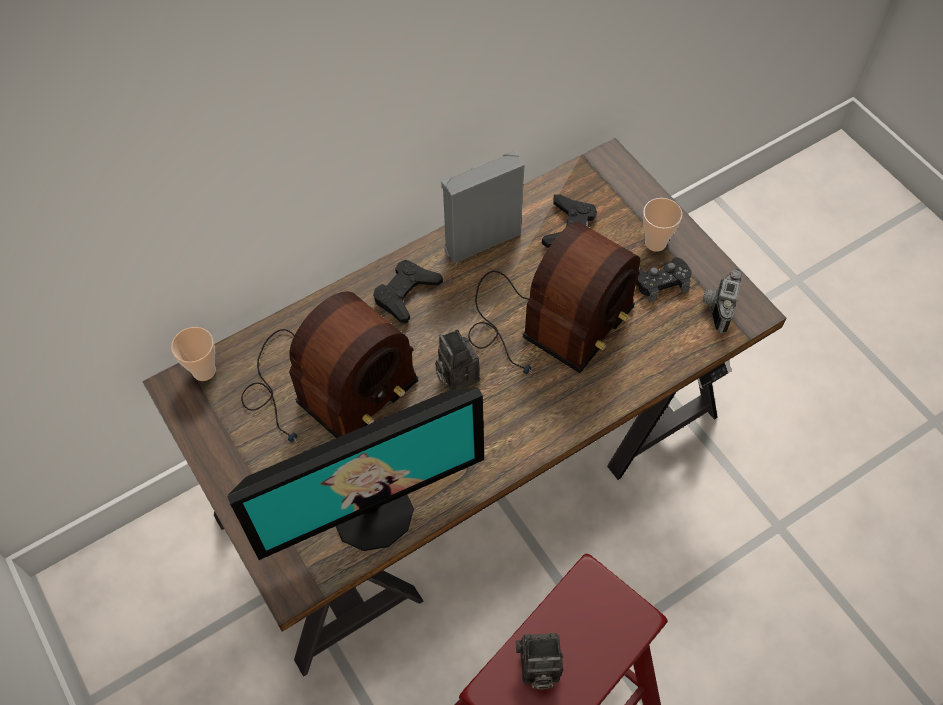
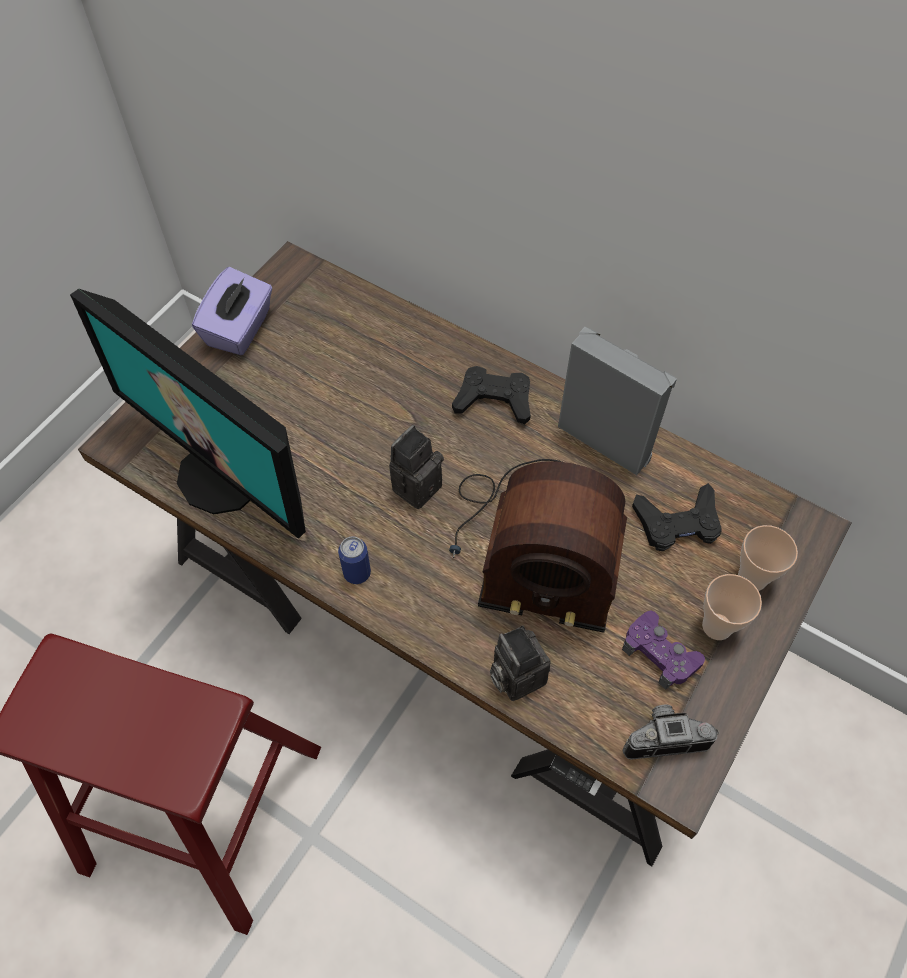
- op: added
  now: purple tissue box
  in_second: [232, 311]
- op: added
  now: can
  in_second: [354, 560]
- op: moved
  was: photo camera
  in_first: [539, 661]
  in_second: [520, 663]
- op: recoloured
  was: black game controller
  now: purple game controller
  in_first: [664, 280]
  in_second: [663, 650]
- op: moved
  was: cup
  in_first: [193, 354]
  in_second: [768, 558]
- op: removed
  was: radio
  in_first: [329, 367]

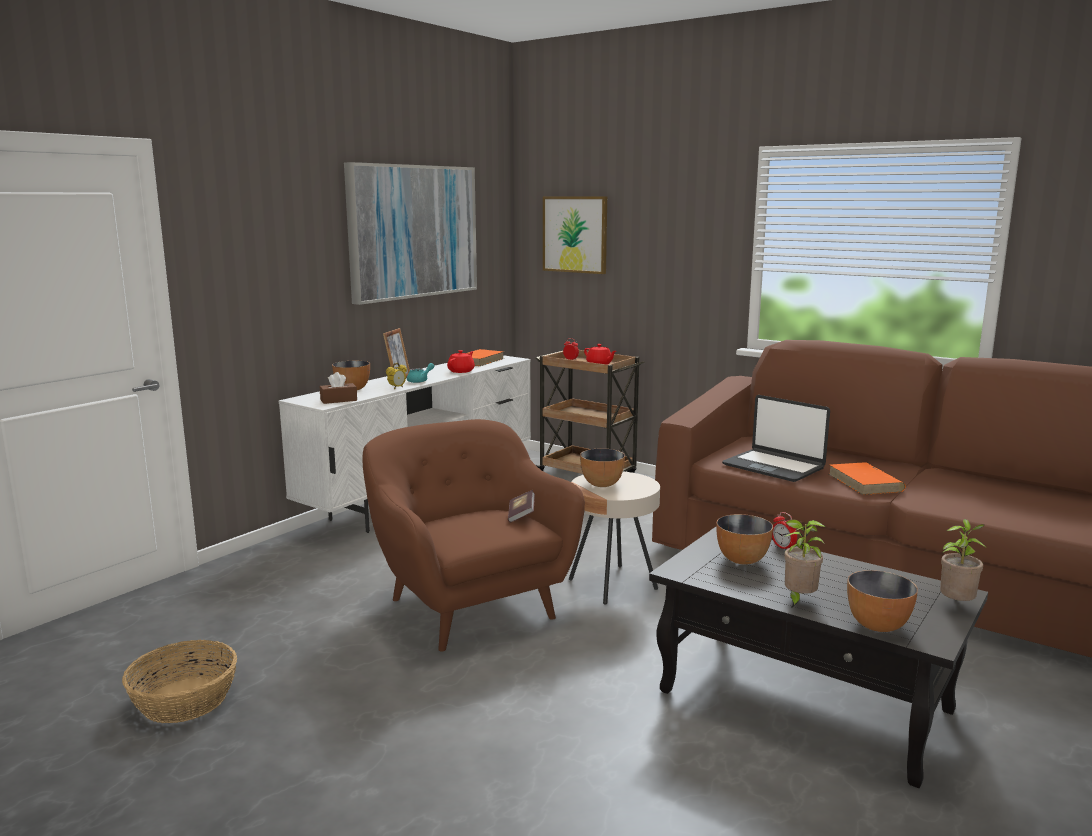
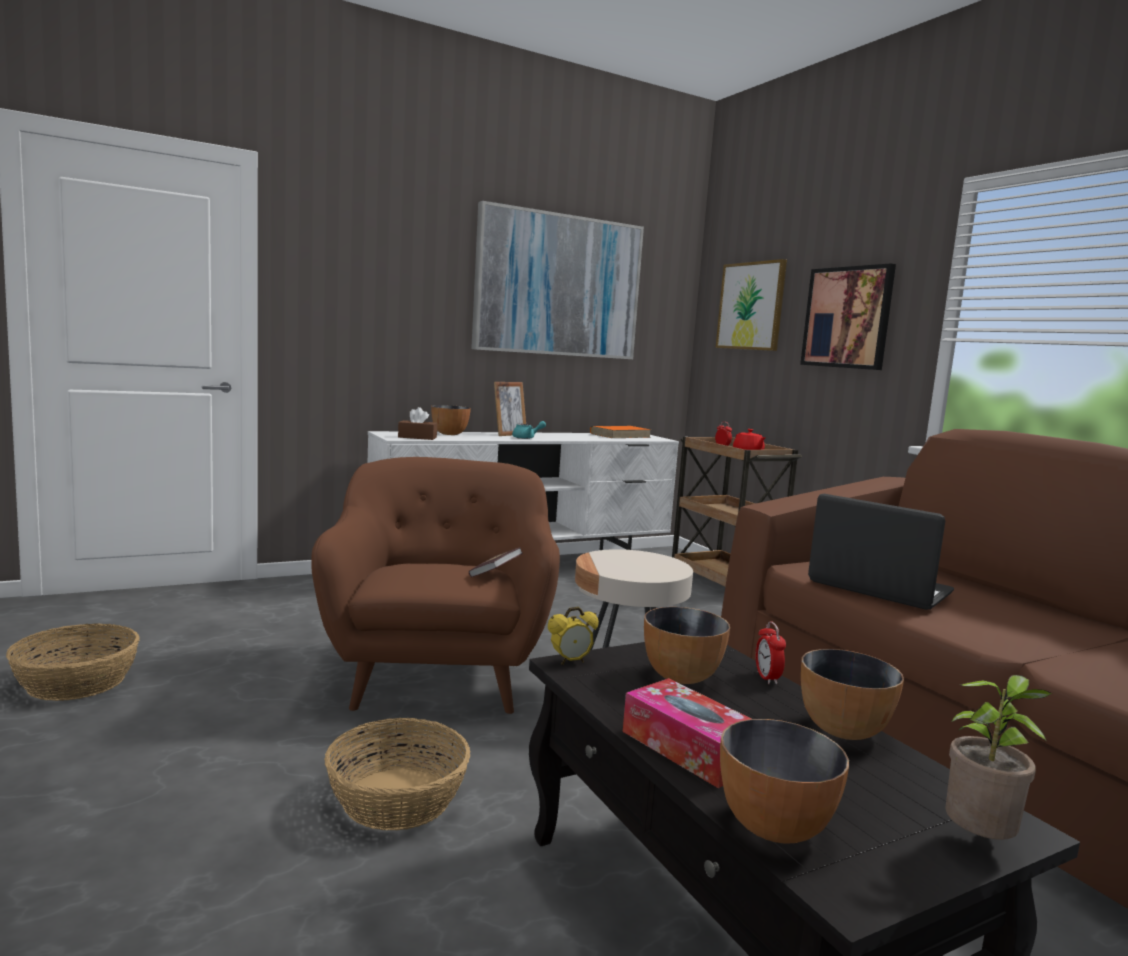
- op: added
  now: basket
  in_second: [397, 774]
- op: moved
  was: alarm clock
  in_first: [396, 376]
  in_second: [573, 636]
- op: replaced
  was: potted plant
  now: tissue box
  in_first: [804, 563]
  in_second: [687, 733]
- op: added
  now: picture
  in_second: [848, 316]
- op: moved
  was: bowl
  in_first: [602, 467]
  in_second: [852, 694]
- op: turned
  was: laptop
  in_first: [776, 438]
  in_second: [881, 552]
  clockwise: 150
- op: removed
  was: red teapot
  in_first: [461, 361]
- op: removed
  was: orange book
  in_first: [867, 478]

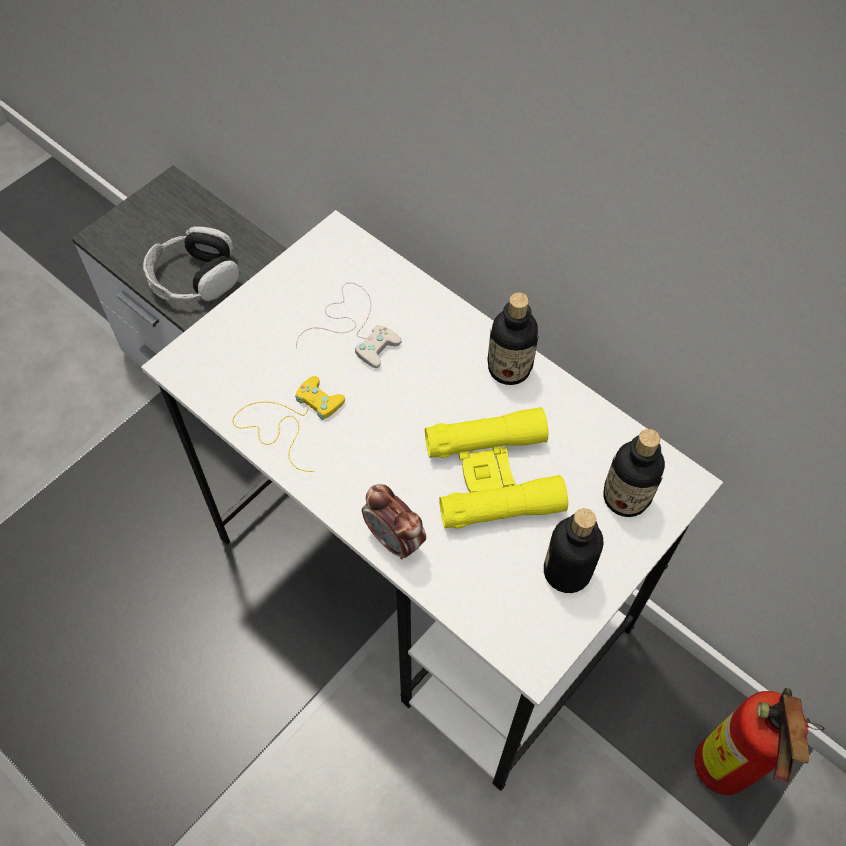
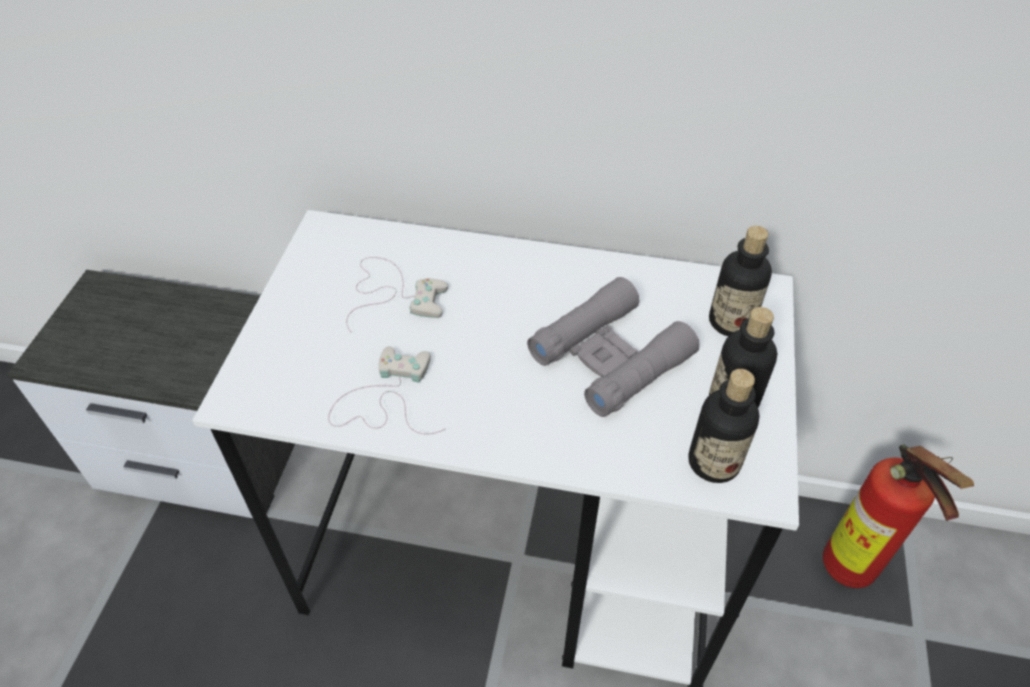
- op: recoloured
  was: yellow game controller
  now: white game controller
  in_first: [289, 424]
  in_second: [387, 391]
- op: recoloured
  was: yellow binoculars
  now: grey binoculars
  in_first: [496, 467]
  in_second: [613, 347]
- op: moved
  was: bottle
  in_first: [512, 339]
  in_second: [724, 426]
- op: removed
  was: headphones
  in_first: [191, 263]
- op: removed
  was: alarm clock
  in_first: [394, 521]

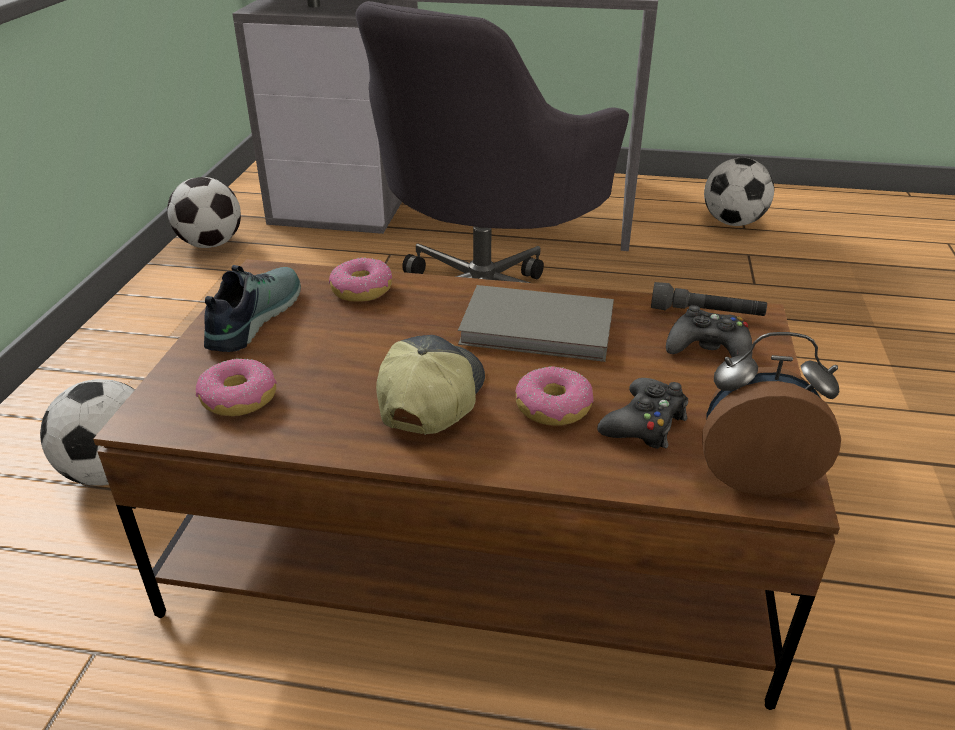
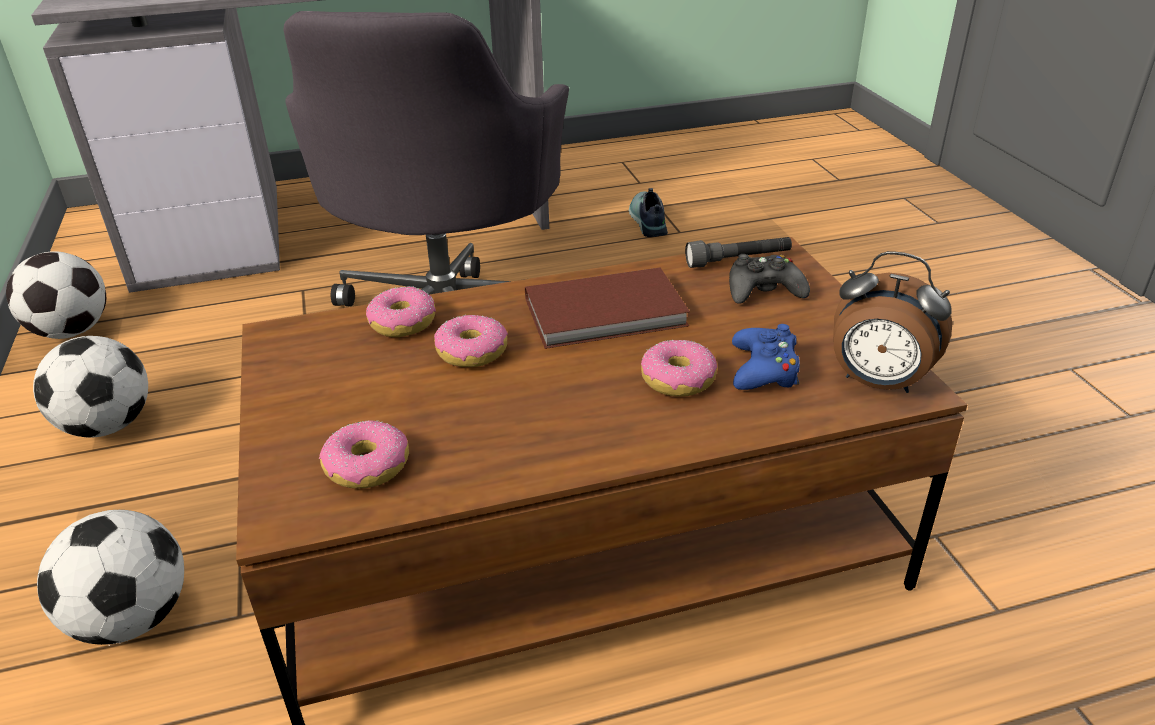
- op: moved
  was: football
  in_first: [739, 192]
  in_second: [90, 387]
- op: added
  now: donut
  in_second: [471, 341]
- op: recoloured
  was: grey book
  now: brown book
  in_first: [536, 323]
  in_second: [607, 308]
- op: moved
  was: shoe
  in_first: [252, 308]
  in_second: [648, 212]
- op: recoloured
  was: black game controller
  now: blue game controller
  in_first: [642, 413]
  in_second: [766, 357]
- op: turned
  was: alarm clock
  in_first: [771, 413]
  in_second: [892, 322]
  clockwise: -135
- op: removed
  was: cap
  in_first: [430, 385]

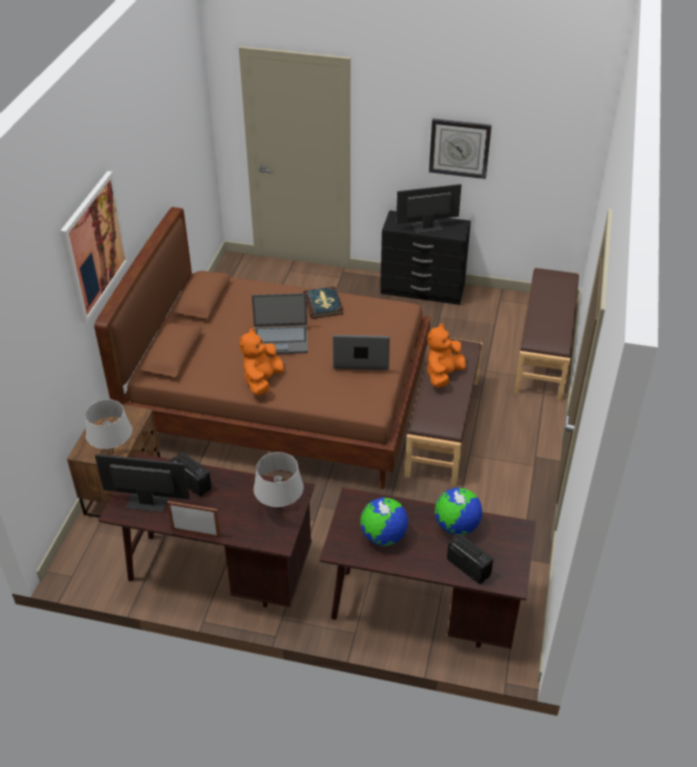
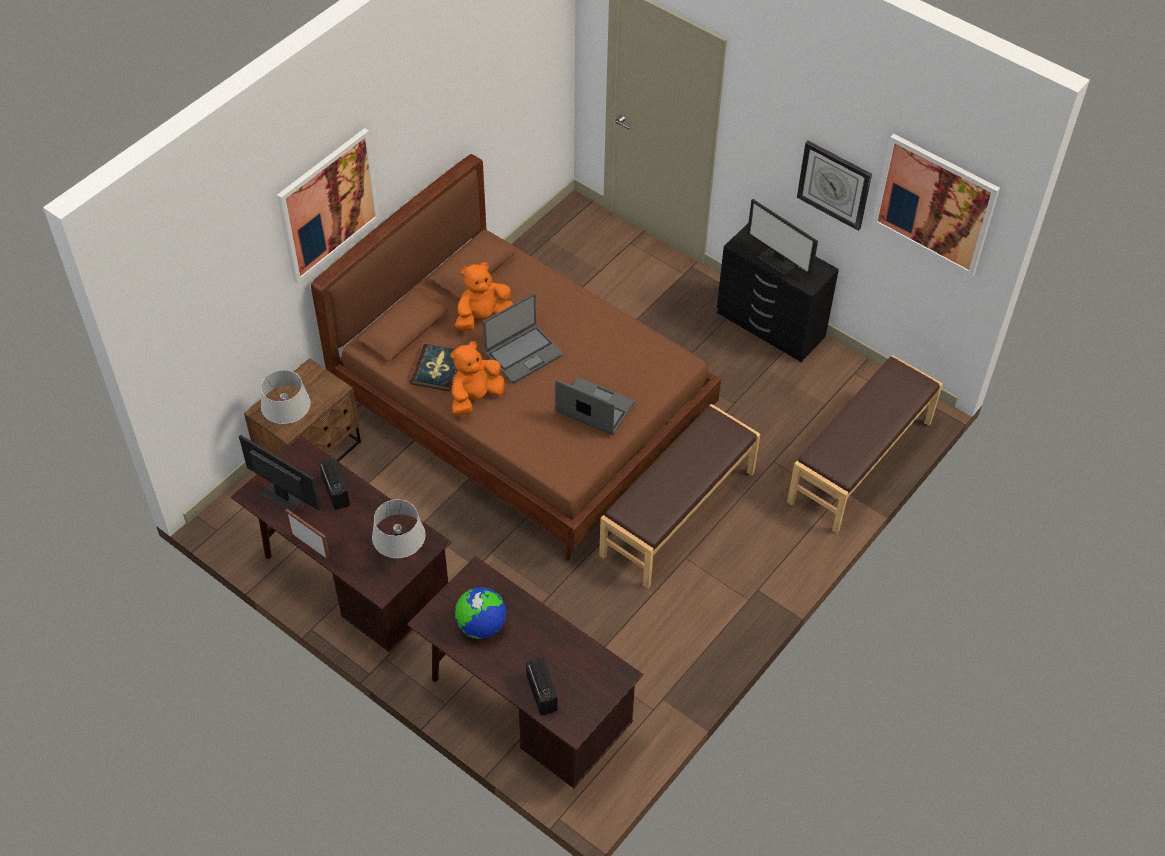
- op: moved
  was: book
  in_first: [323, 302]
  in_second: [433, 367]
- op: moved
  was: orange plush toy
  in_first: [446, 356]
  in_second: [484, 296]
- op: turned
  was: laptop
  in_first: [280, 323]
  in_second: [523, 338]
  clockwise: -60
- op: turned
  was: monitor
  in_first: [429, 208]
  in_second: [782, 237]
  clockwise: -150
- op: added
  now: picture
  in_second: [936, 205]
- op: removed
  was: globe
  in_first: [458, 511]

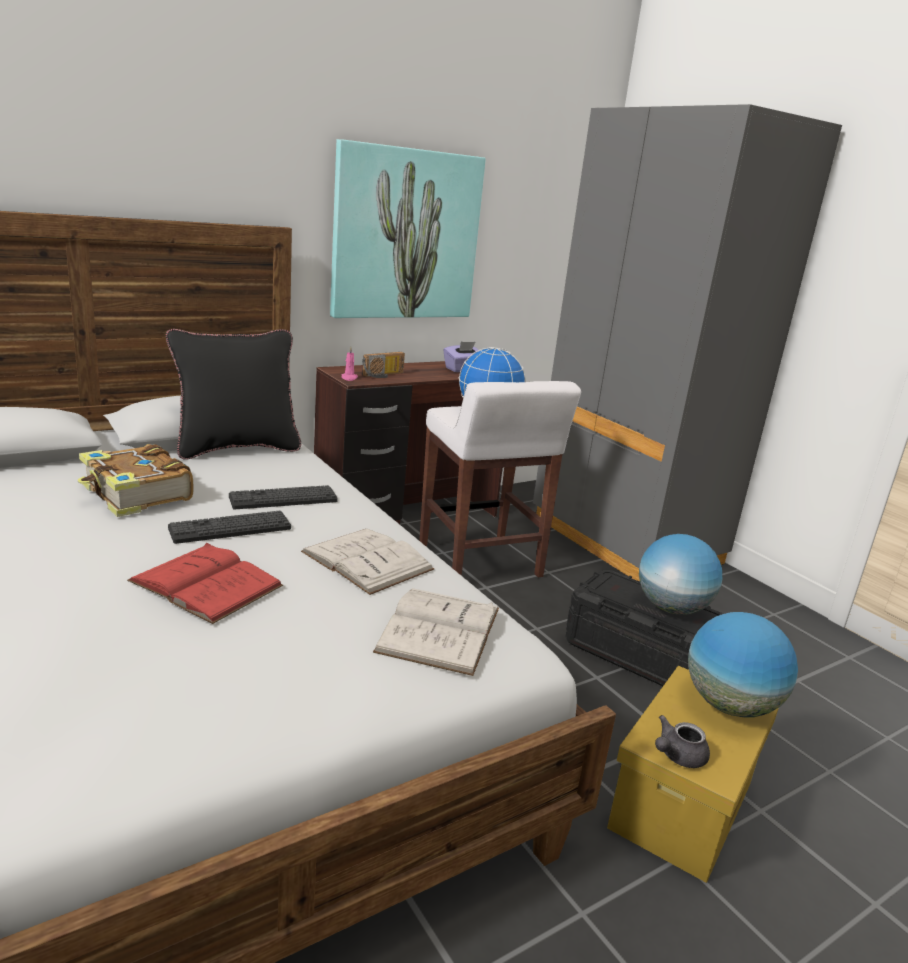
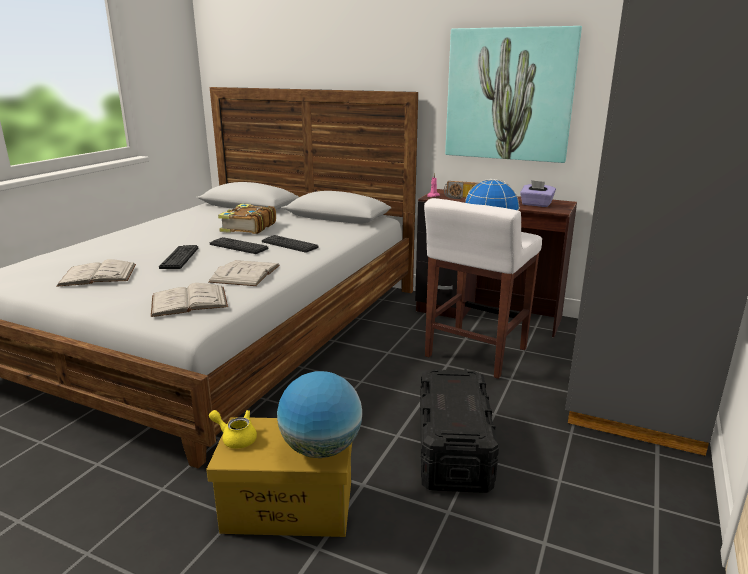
- op: added
  now: white book
  in_second: [96, 273]
- op: replaced
  was: red book
  now: keyboard
  in_first: [205, 583]
  in_second: [178, 257]
- op: recoloured
  was: grey teapot
  now: yellow teapot
  in_first: [682, 741]
  in_second: [233, 429]
- op: removed
  was: black pillow
  in_first: [233, 394]
- op: removed
  was: globe
  in_first: [680, 574]

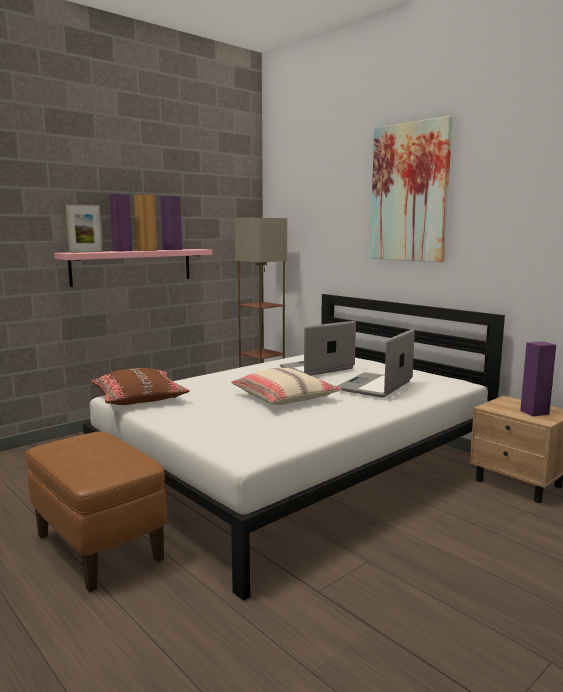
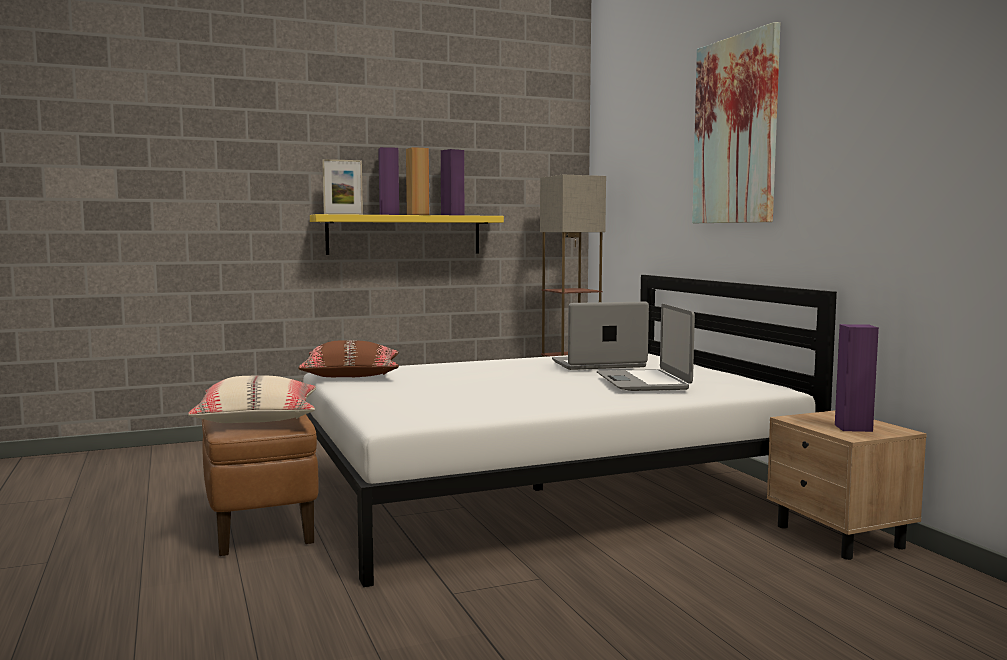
- op: moved
  was: beige pillow
  in_first: [286, 386]
  in_second: [252, 399]
- op: recoloured
  was: pink shelf
  now: yellow shelf
  in_first: [133, 268]
  in_second: [407, 234]
- op: turned
  was: laptop
  in_first: [376, 363]
  in_second: [646, 347]
  clockwise: -60

